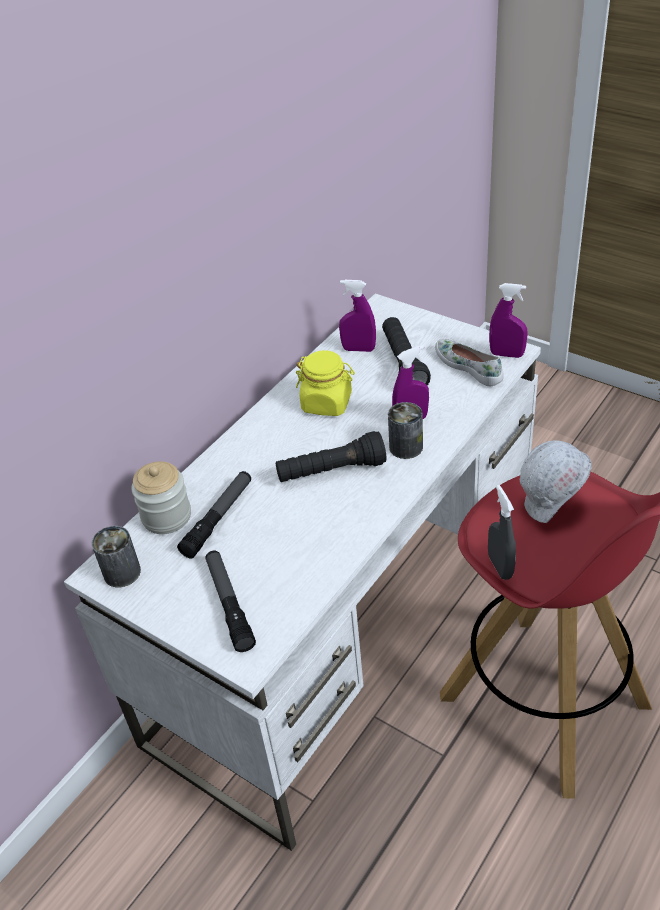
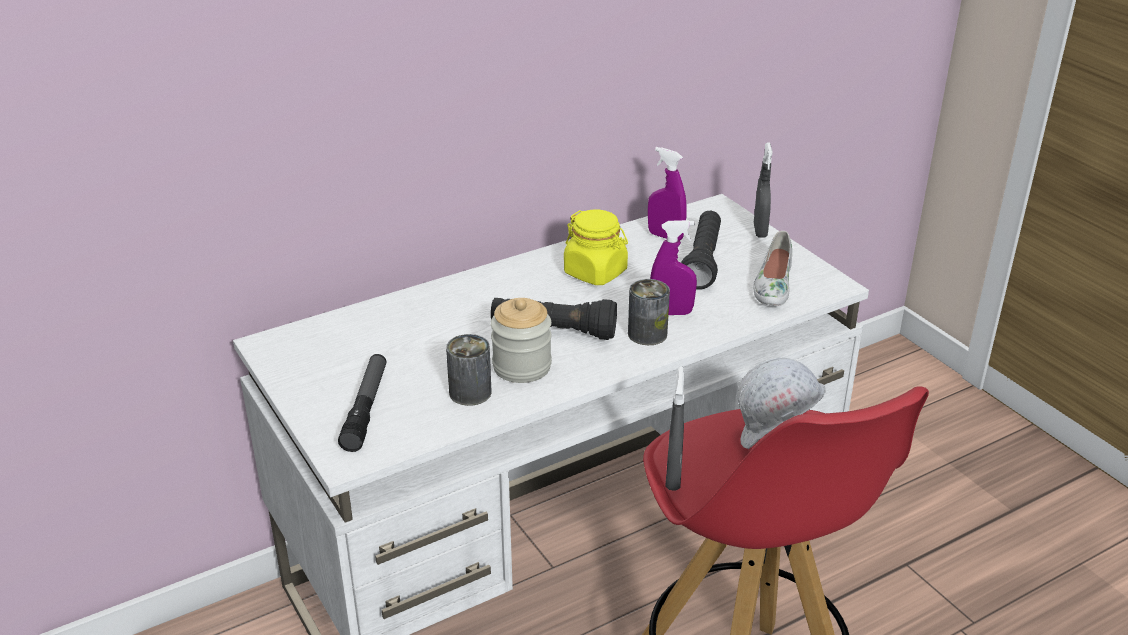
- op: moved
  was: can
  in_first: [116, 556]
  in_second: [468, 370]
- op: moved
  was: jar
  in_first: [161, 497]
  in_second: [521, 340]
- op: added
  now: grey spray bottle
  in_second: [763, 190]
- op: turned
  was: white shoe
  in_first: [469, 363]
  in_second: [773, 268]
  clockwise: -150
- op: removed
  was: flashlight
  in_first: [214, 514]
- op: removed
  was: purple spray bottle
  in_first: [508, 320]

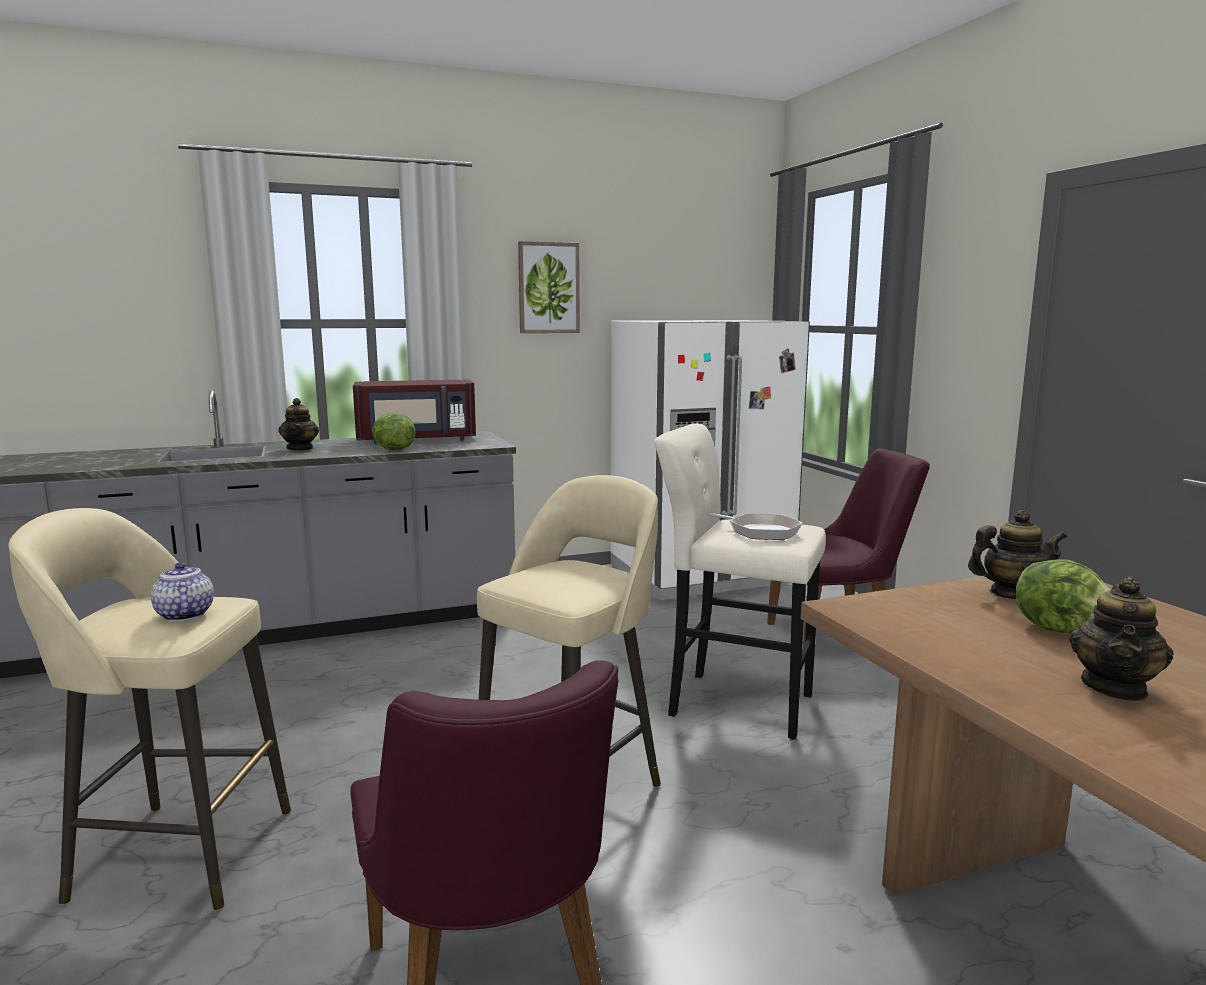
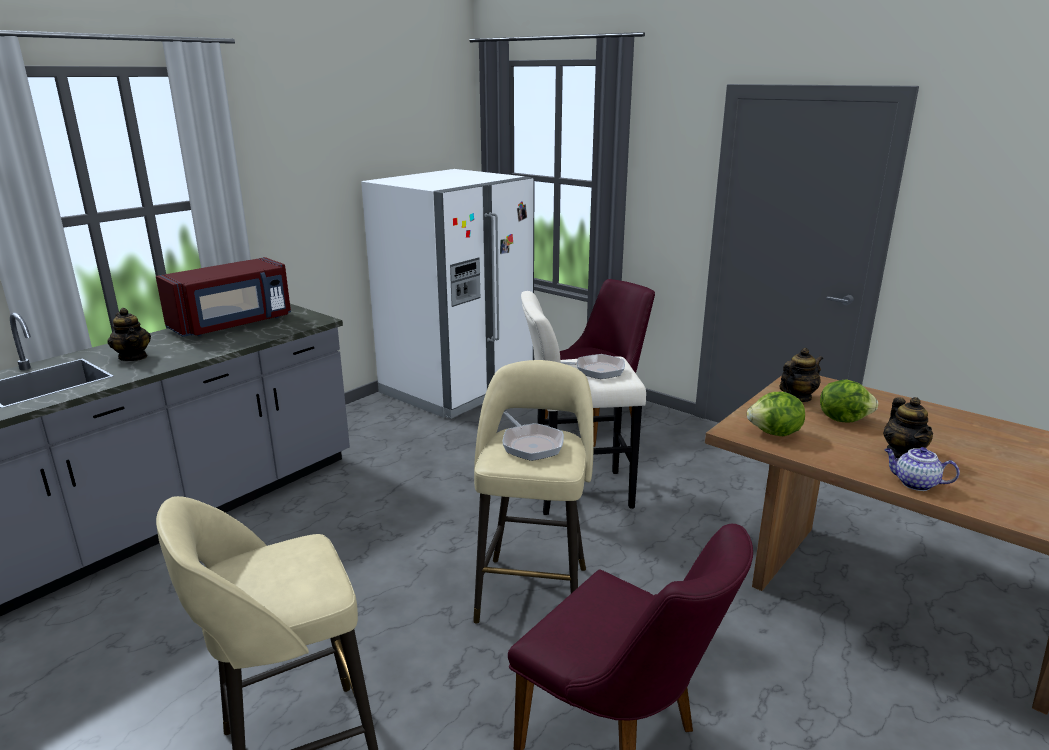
- op: added
  now: frying pan
  in_second: [533, 436]
- op: moved
  was: lettuce
  in_first: [394, 431]
  in_second: [776, 414]
- op: moved
  was: teapot
  in_first: [182, 591]
  in_second: [922, 469]
- op: removed
  was: picture
  in_first: [549, 287]

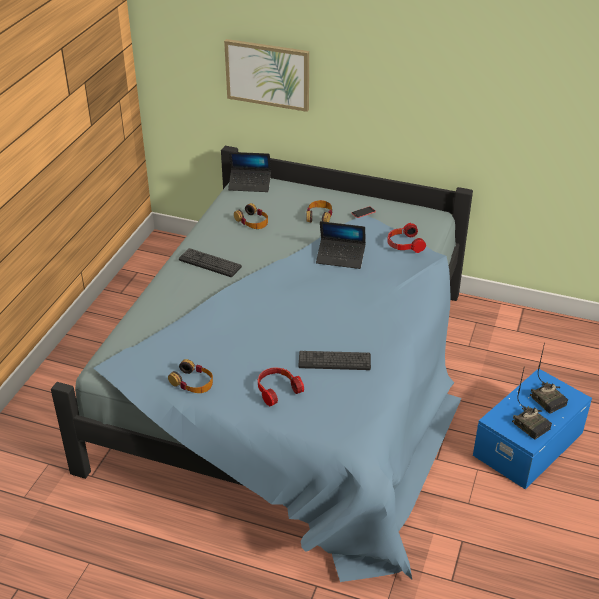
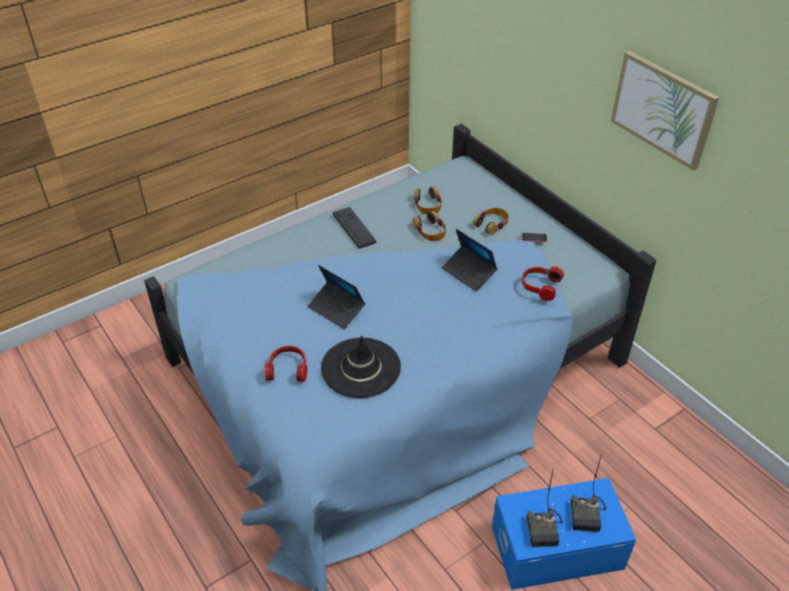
- op: moved
  was: laptop
  in_first: [249, 172]
  in_second: [336, 297]
- op: replaced
  was: keyboard
  now: black hat
  in_first: [335, 360]
  in_second: [361, 366]
- op: moved
  was: headphones
  in_first: [190, 376]
  in_second: [429, 226]
- op: moved
  was: picture
  in_first: [266, 75]
  in_second: [665, 111]

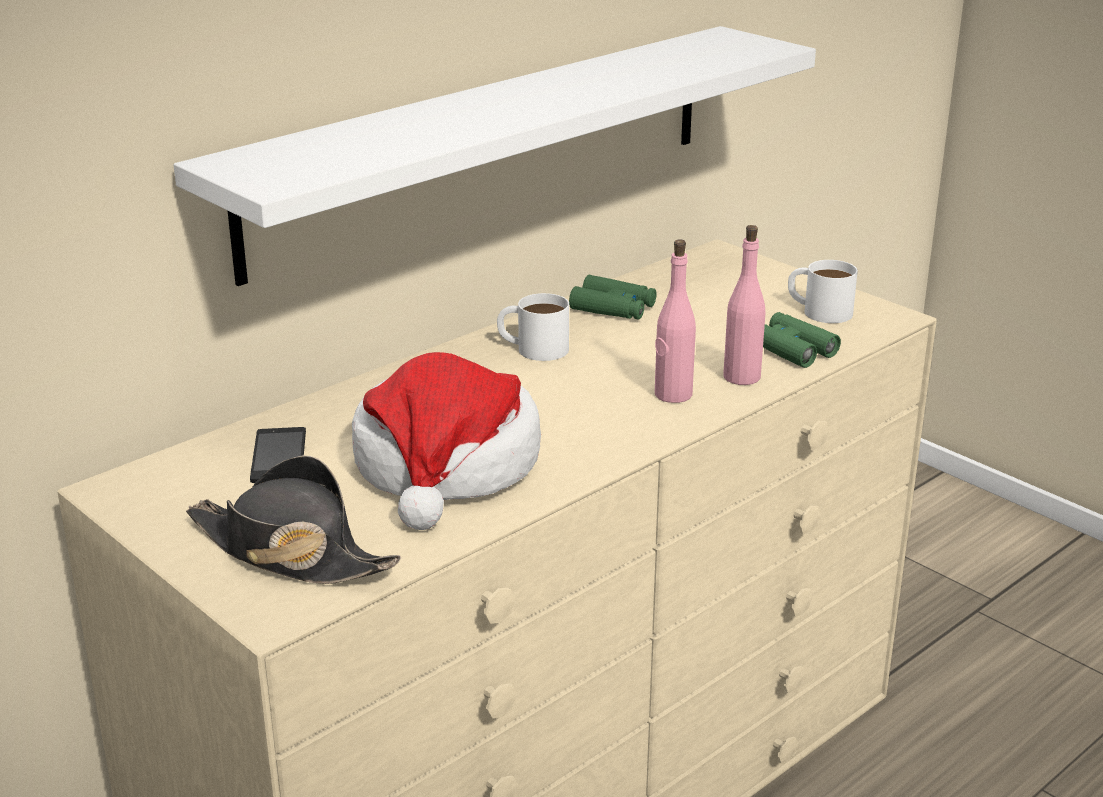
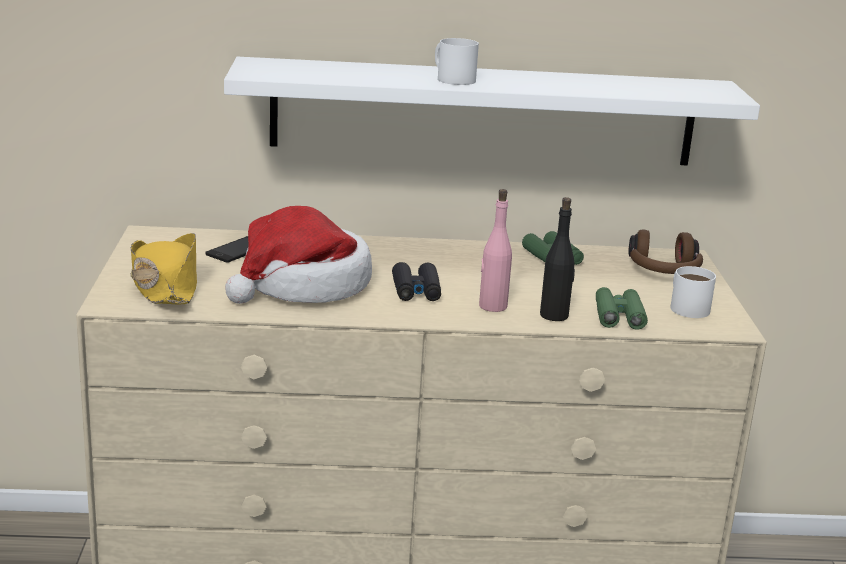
- op: recoloured
  was: black hat
  now: yellow hat
  in_first: [293, 519]
  in_second: [164, 268]
- op: added
  now: black binoculars
  in_second: [416, 281]
- op: moved
  was: white mug
  in_first: [533, 327]
  in_second: [457, 61]
- op: recoloured
  was: pink bottle
  now: black bottle
  in_first: [744, 305]
  in_second: [557, 259]
- op: added
  now: brown headphones
  in_second: [665, 252]

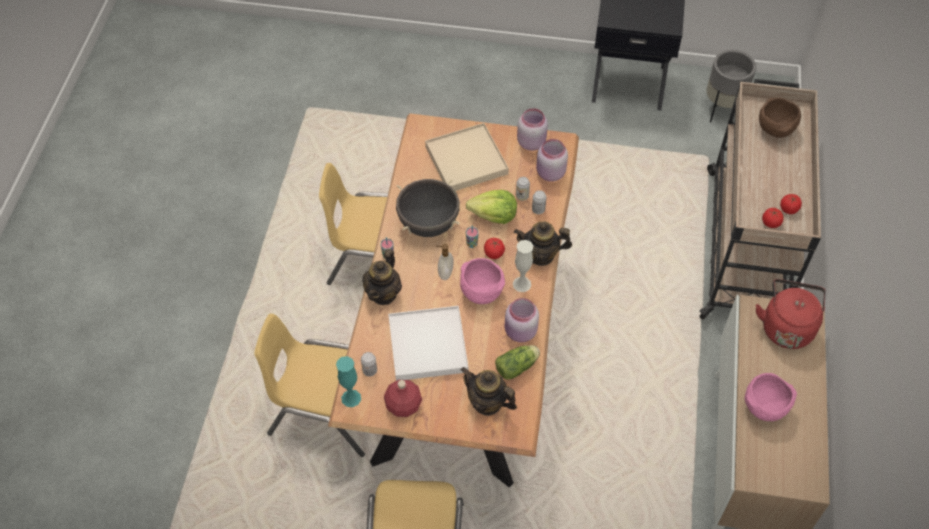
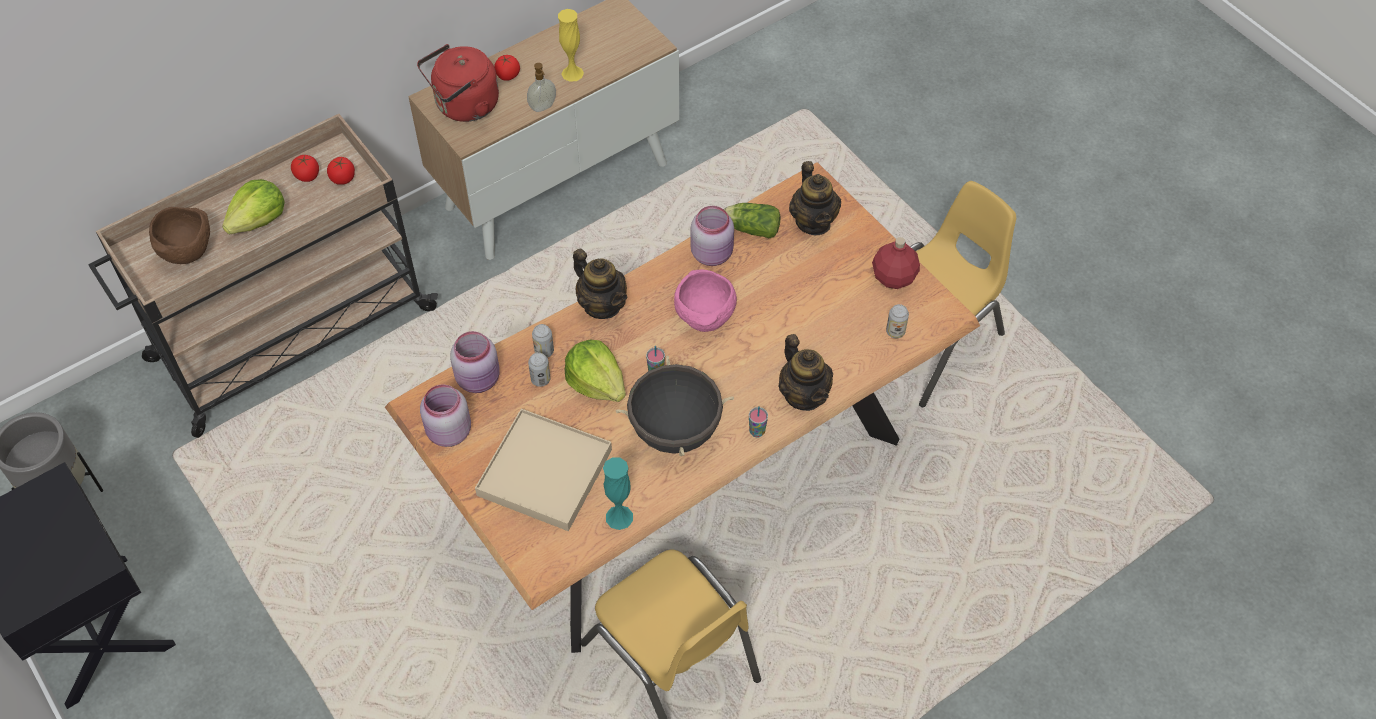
- op: added
  now: lettuce
  in_second: [253, 207]
- op: moved
  was: tomato
  in_first: [494, 248]
  in_second: [507, 68]
- op: moved
  was: soap dispenser
  in_first: [444, 262]
  in_second: [541, 87]
- op: replaced
  was: pink bowl
  now: yellow vase
  in_first: [771, 397]
  in_second: [571, 45]
- op: moved
  was: turquoise vase
  in_first: [348, 381]
  in_second: [618, 493]
- op: turned
  was: teapot
  in_first: [382, 277]
  in_second: [805, 372]
  clockwise: 90
- op: removed
  was: yellow chair
  in_first: [309, 385]
- op: removed
  was: white tray
  in_first: [428, 343]
- op: removed
  was: white vase
  in_first: [523, 266]

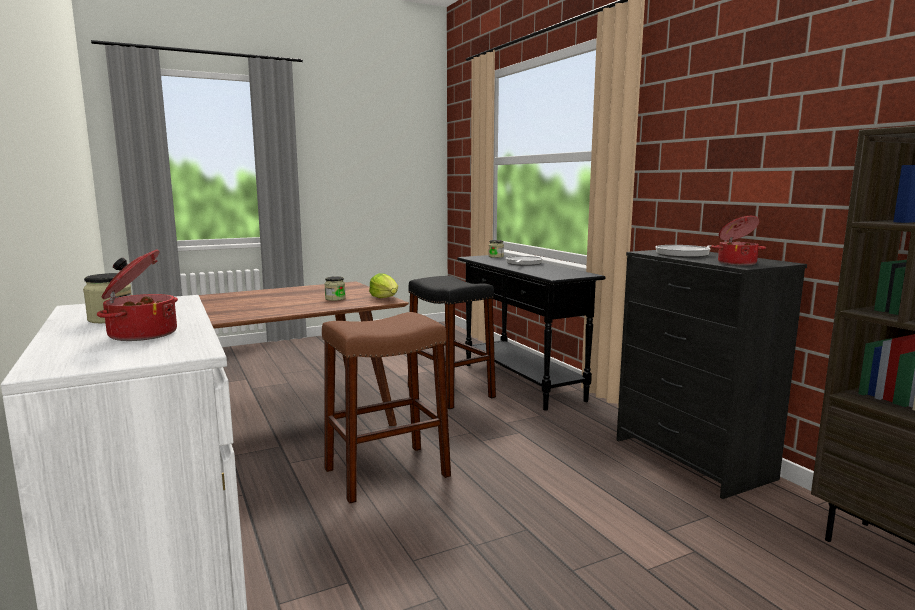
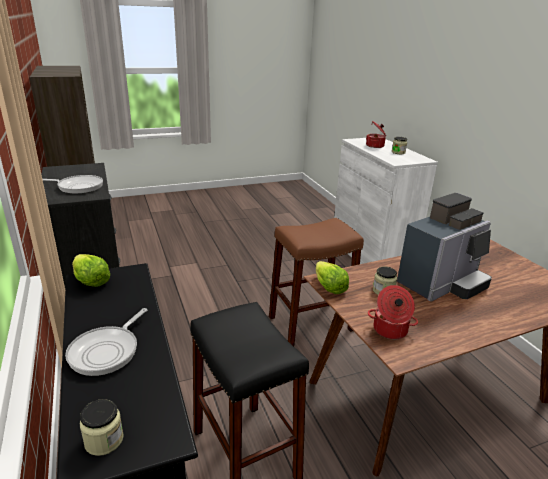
- op: added
  now: lettuce
  in_second: [91, 270]
- op: moved
  was: cooking pot
  in_first: [738, 241]
  in_second: [393, 312]
- op: added
  now: coffee machine
  in_second: [444, 247]

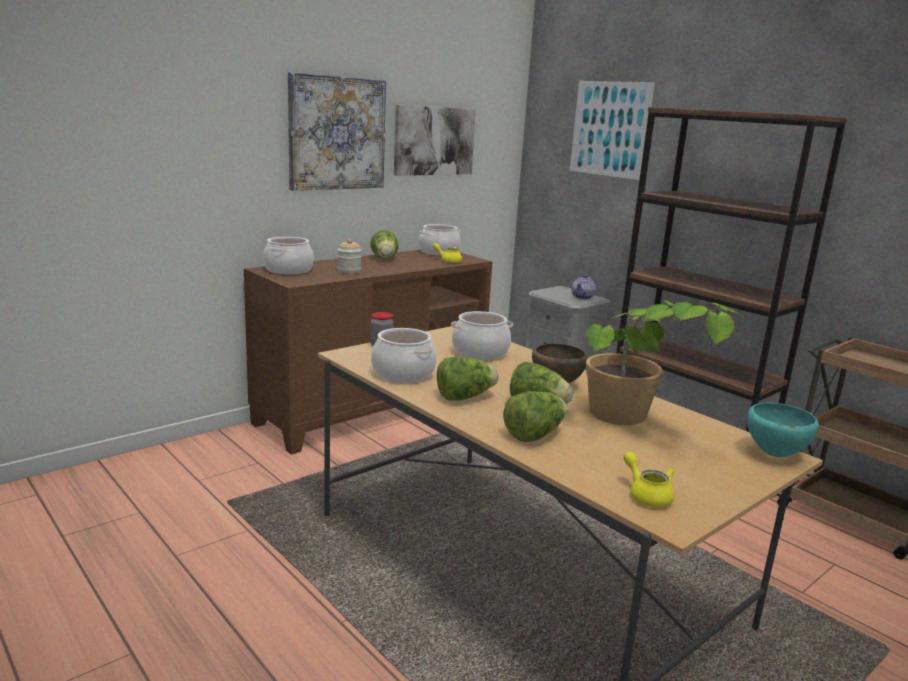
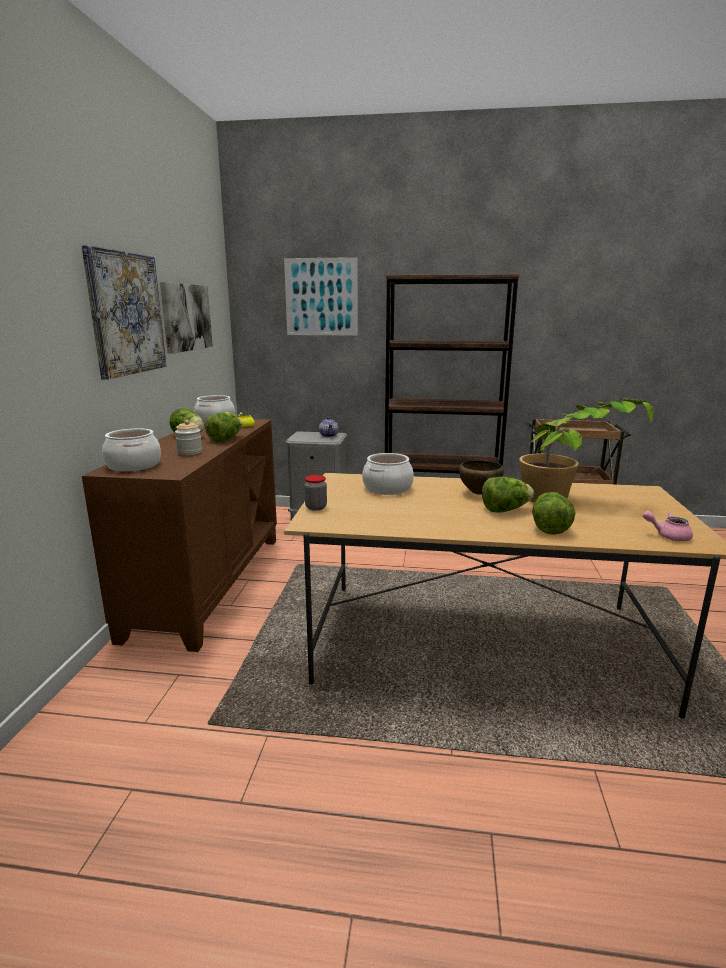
- op: moved
  was: lettuce
  in_first: [468, 379]
  in_second: [223, 427]
- op: recoloured
  was: yellow teapot
  now: pink teapot
  in_first: [649, 480]
  in_second: [668, 526]
- op: removed
  was: cooking pot
  in_first: [404, 355]
- op: removed
  was: turquoise bowl
  in_first: [783, 430]

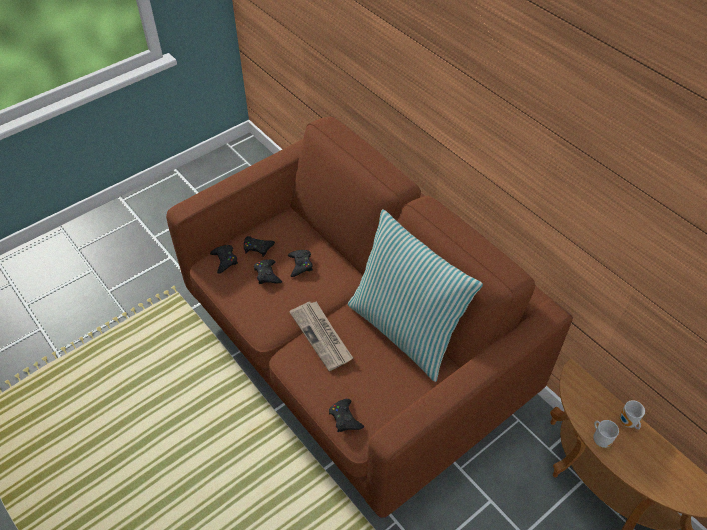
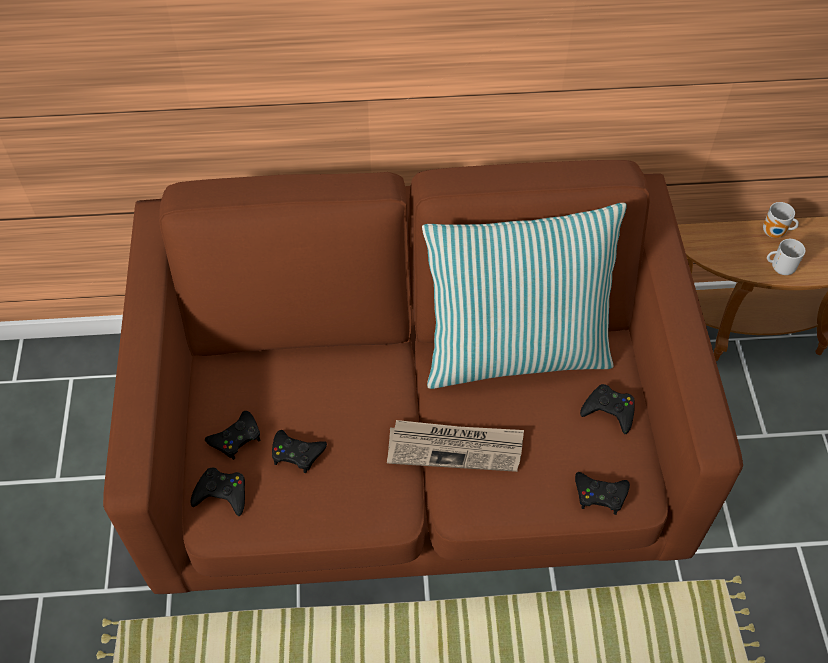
- op: moved
  was: black game controller
  in_first: [300, 263]
  in_second: [607, 409]

